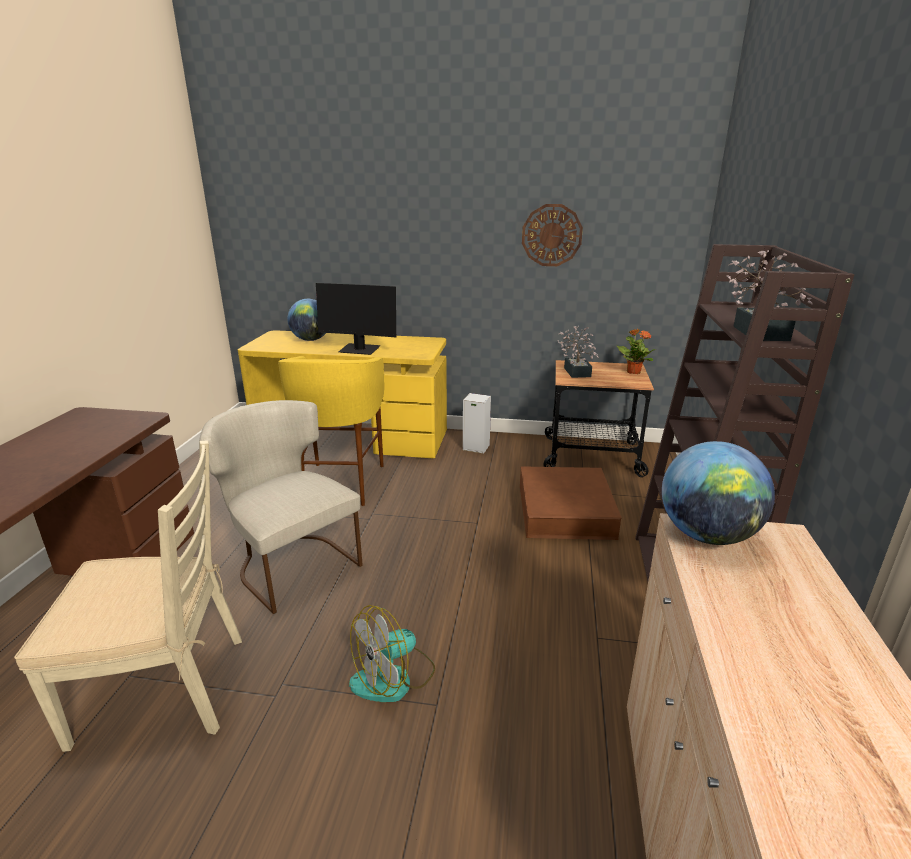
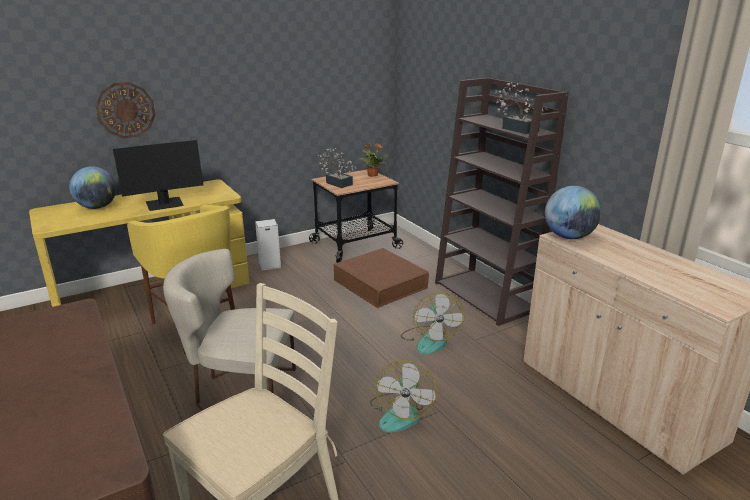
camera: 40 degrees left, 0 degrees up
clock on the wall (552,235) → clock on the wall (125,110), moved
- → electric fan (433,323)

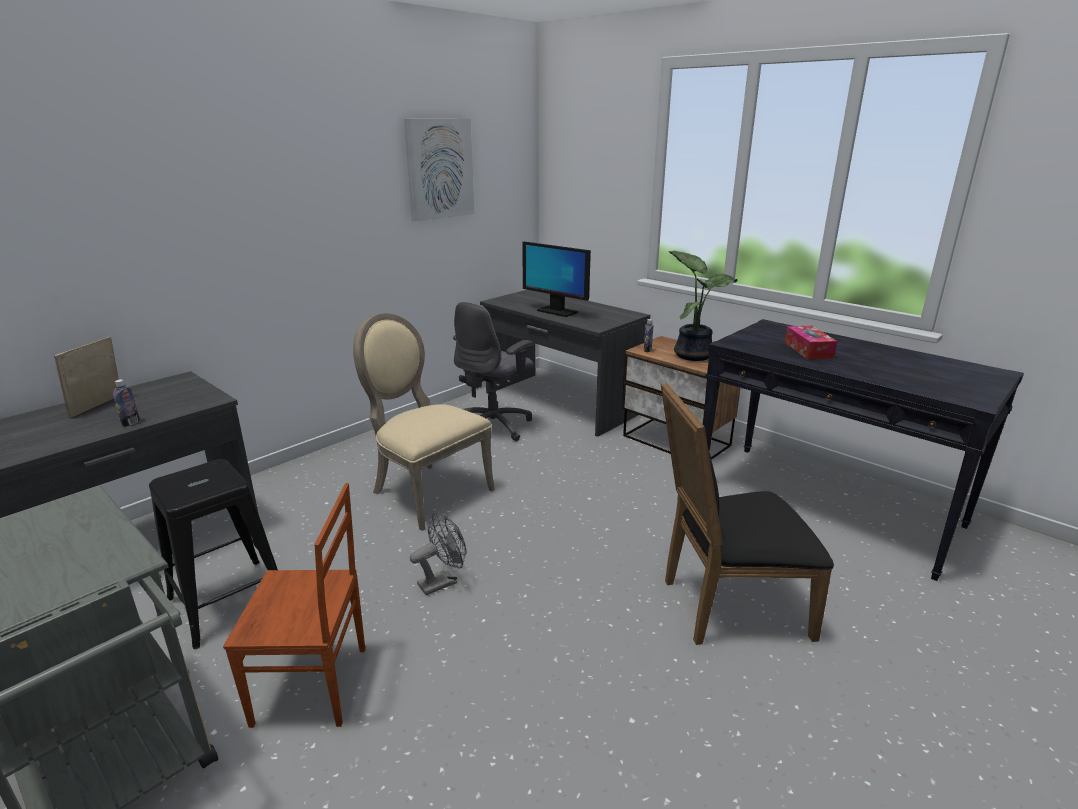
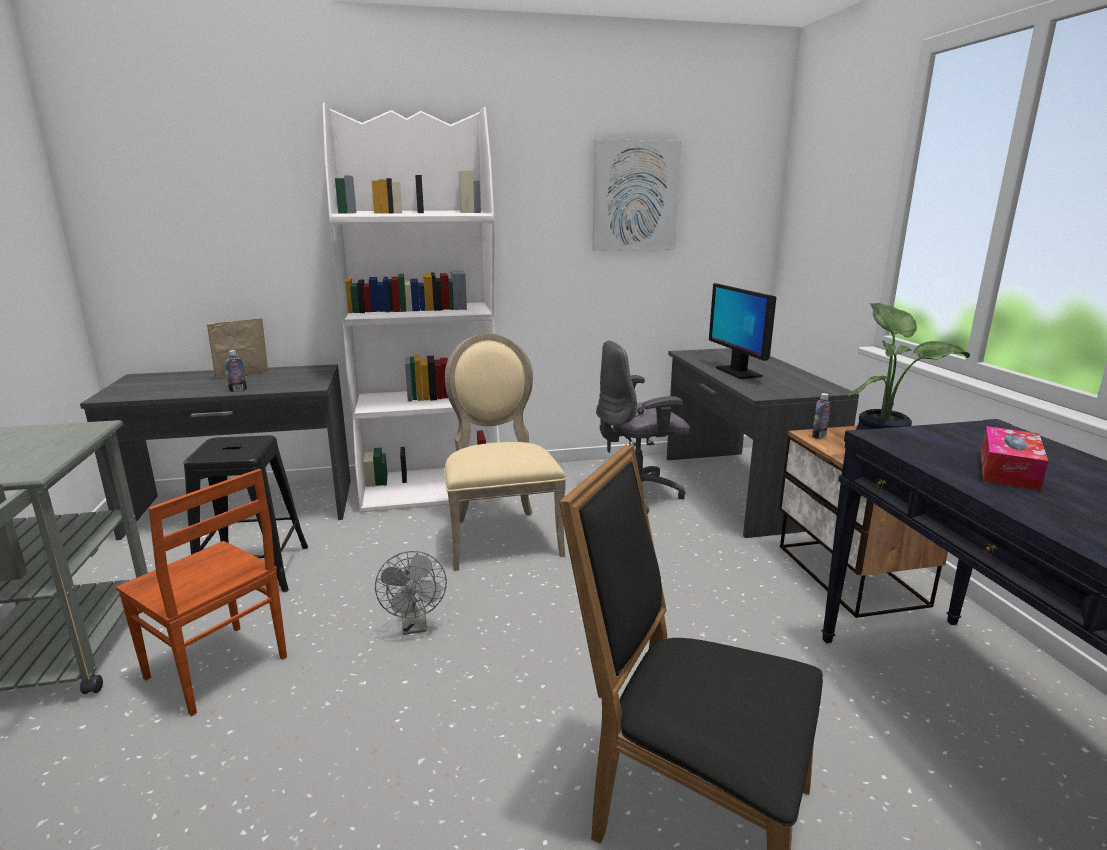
camera: 35 degrees right, 5 degrees down
- → white bookshelf (412,307)
gray electric fan (438,554) → gray electric fan (411,593), 75 degrees clockwise

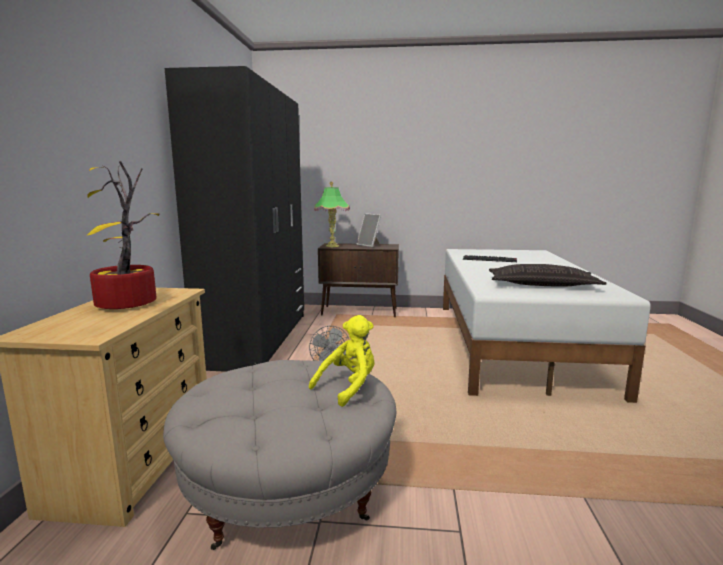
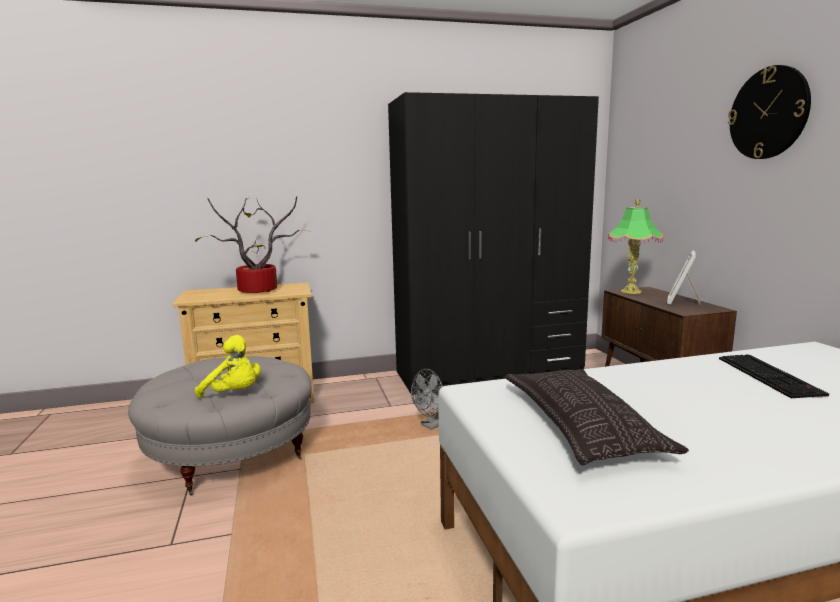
camera: 70 degrees right, 0 degrees up
- → clock on the wall (769,112)

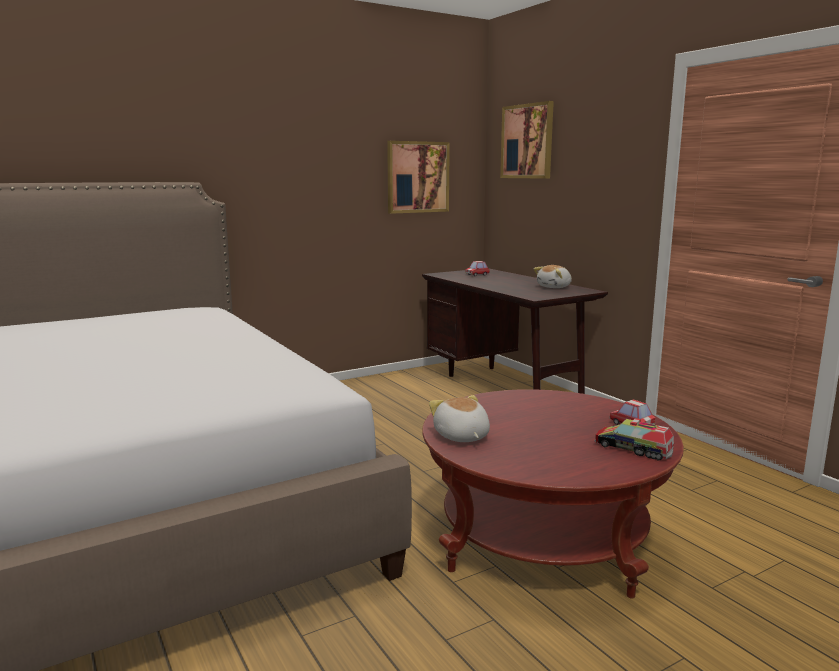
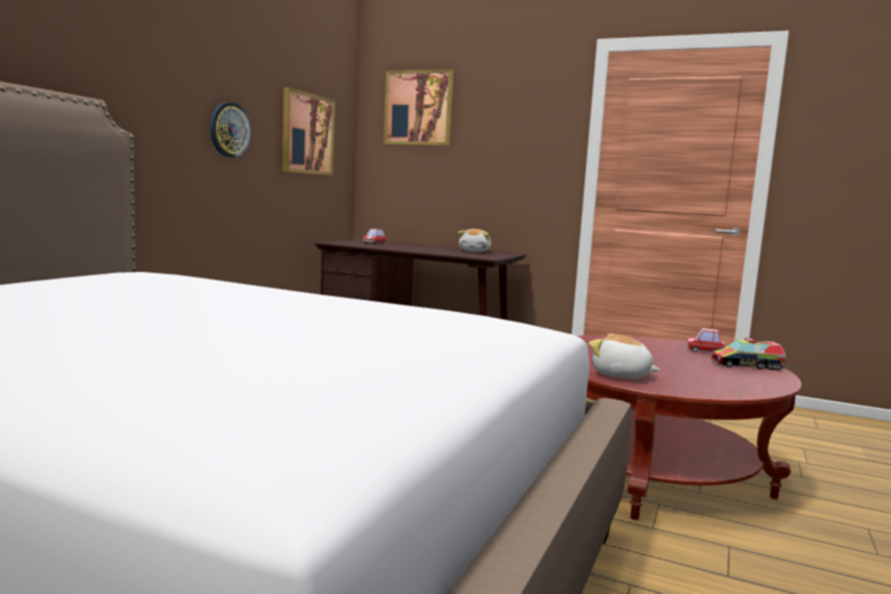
camera: 35 degrees left, 5 degrees down
- → clock on the wall (230,130)

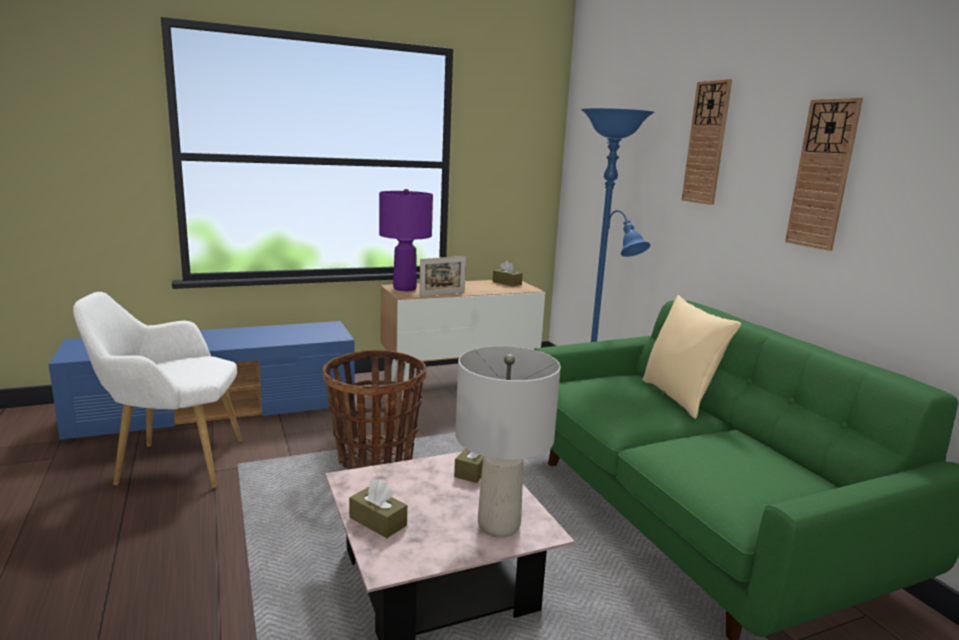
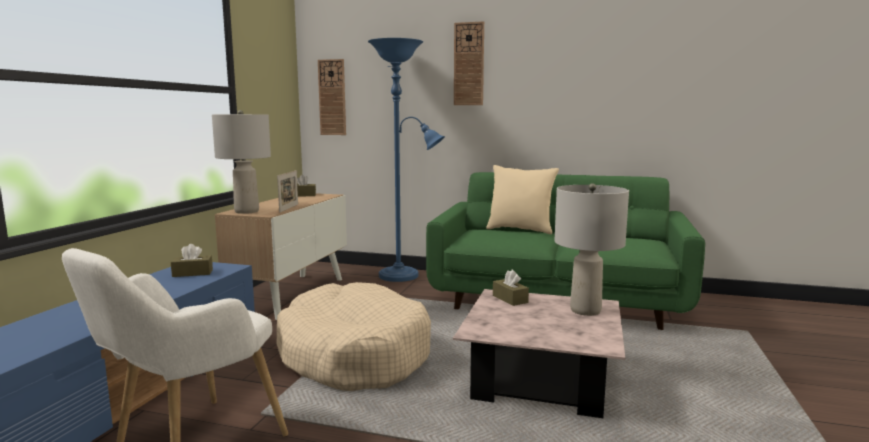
camera: 50 degrees left, 5 degrees down
brown-coloured box of tissues (378,509) → brown-coloured box of tissues (192,260), moved
purple-coloured tabletop lamp (406,240) → gray tabletop lamp (241,162)
storage basket (374,409) → beige-coloured pet bed (354,336)
clock on the wall (824,174) → clock on the wall (332,97), moved

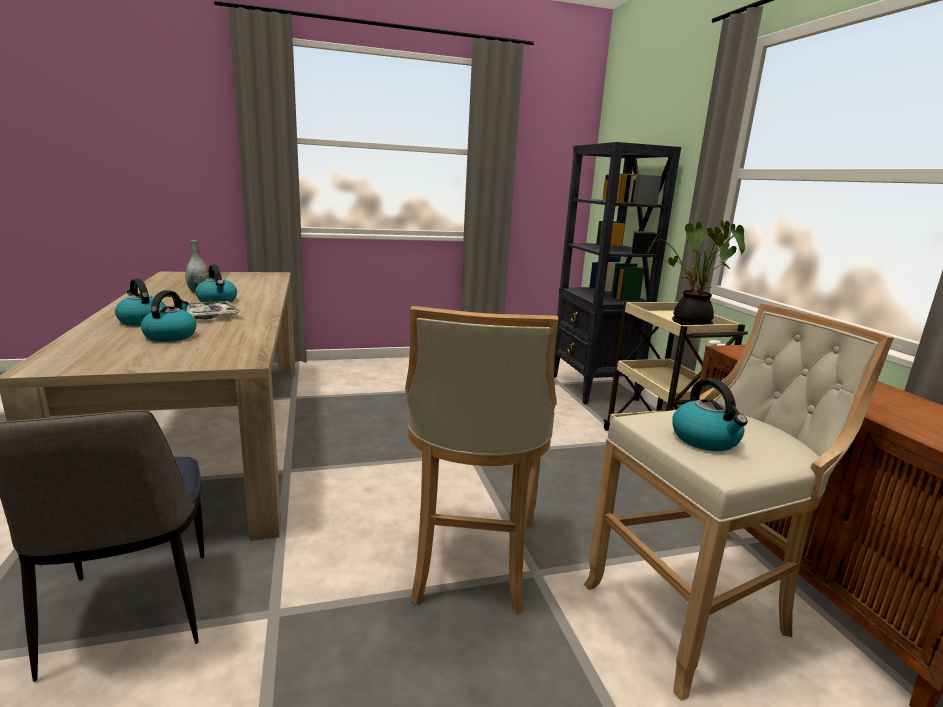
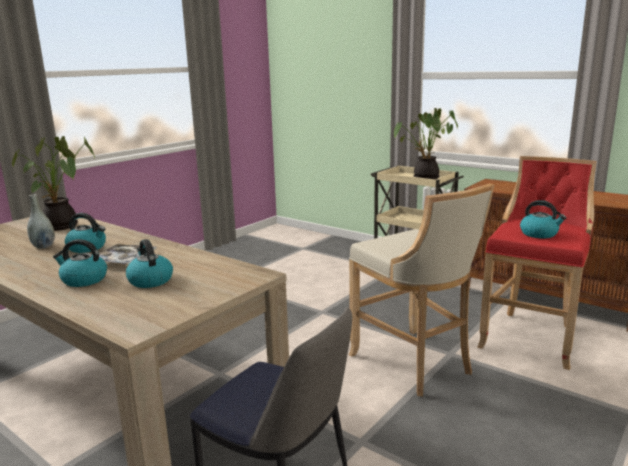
camera: 35 degrees left, 0 degrees up
- → houseplant (53,183)
beige-coloured stool (739,502) → red stool (537,263)
black-coloured bookshelf (617,273) → -

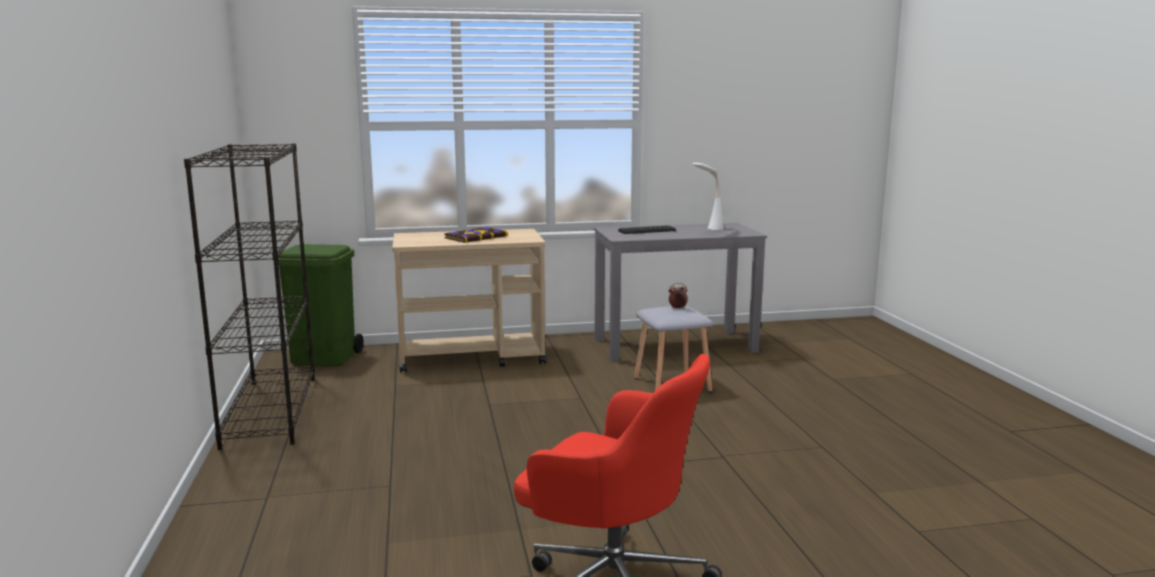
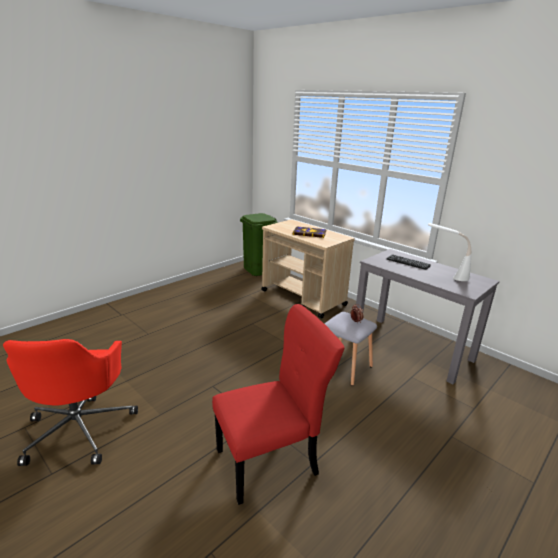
camera: 55 degrees right, 10 degrees up
- → red upright chair (278,404)
black-coloured bookshelf (249,296) → -

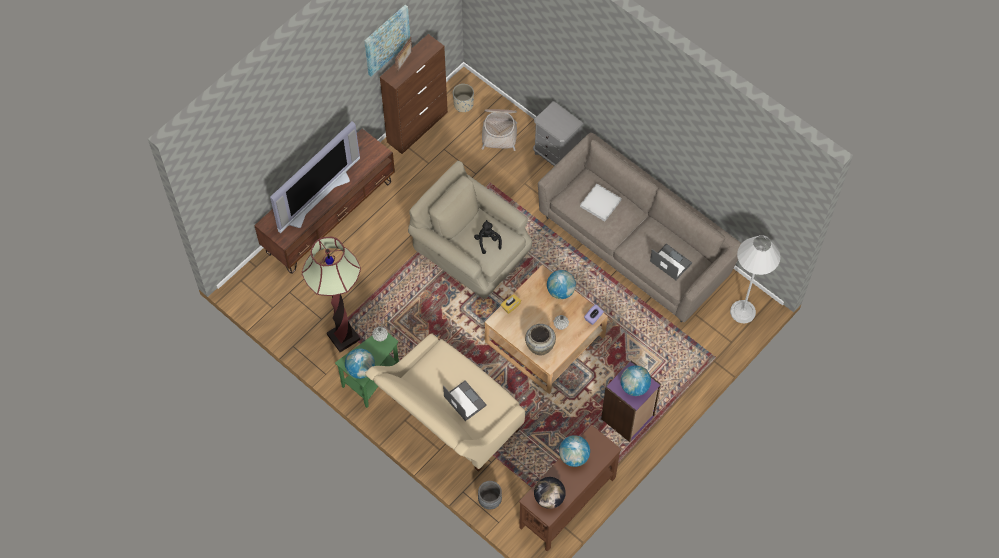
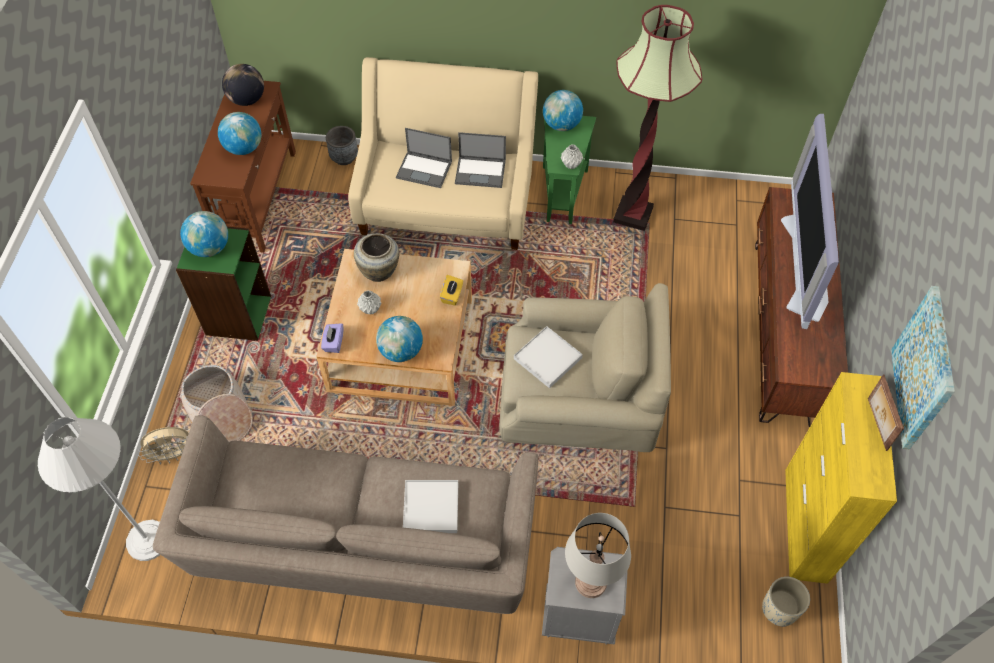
camera: 145 degrees right, 5 degrees down
- → beige-coloured electric fan (163,445)
purple-coloured bookshelf (631,401) → greenish bookshelf (223,284)
storage basket (499,130) → storage basket (216,403), moved
portable computer (671,262) → portable computer (480,160), moved
black-coloured soft toy (488,237) → white serving tray (548,357)
- → gray tabletop lamp (598,555)
brown-coloured cabinet (414,94) → yellow cabinet (841,478)

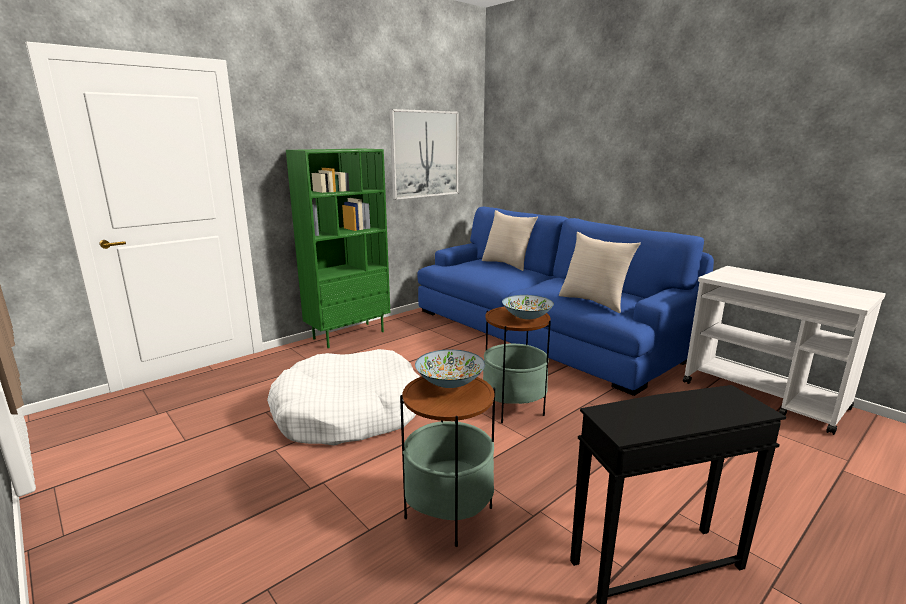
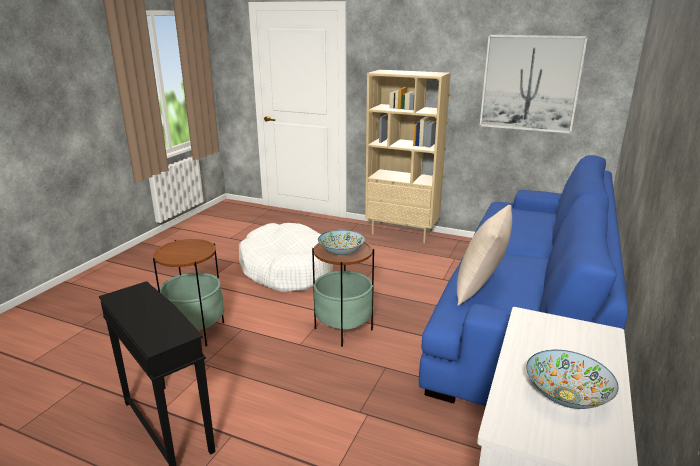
camera: 65 degrees right, 5 degrees up
greenish bookshelf (338,248) → beige-coloured bookshelf (408,156)
serving bowl (450,368) → serving bowl (572,379), moved
beige-coloured throw pillow (510,240) → -

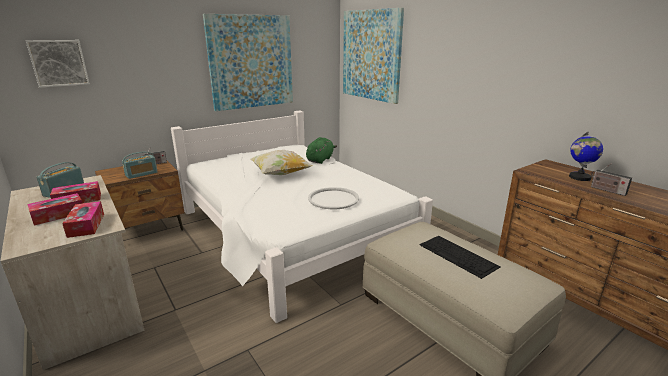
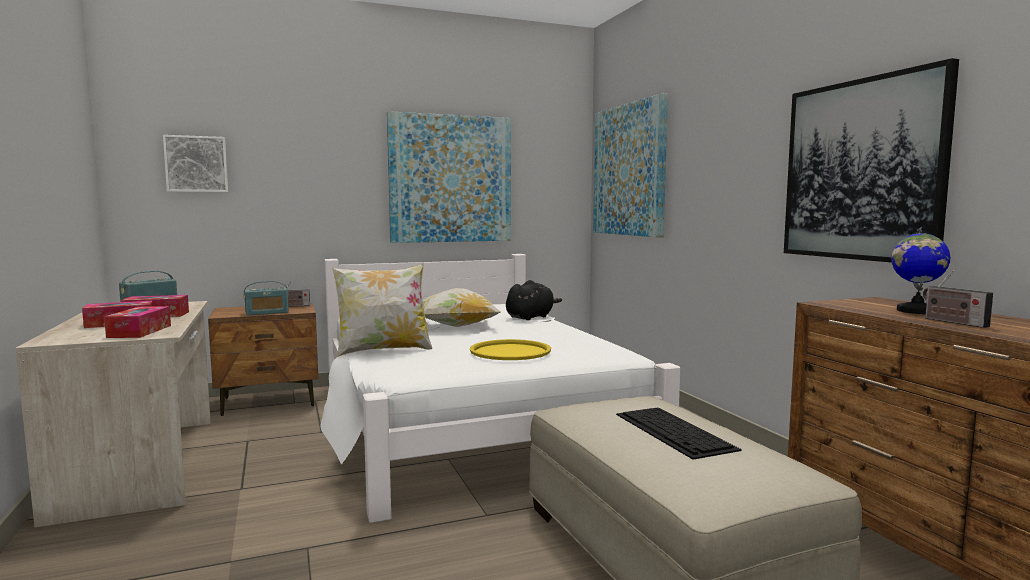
camera: 15 degrees right, 15 degrees down
- → throw pillow (382,310)
white serving tray (333,198) → yellow serving tray (510,349)
greenish soft toy (321,150) → black-coloured soft toy (534,300)
- → picture (871,160)

